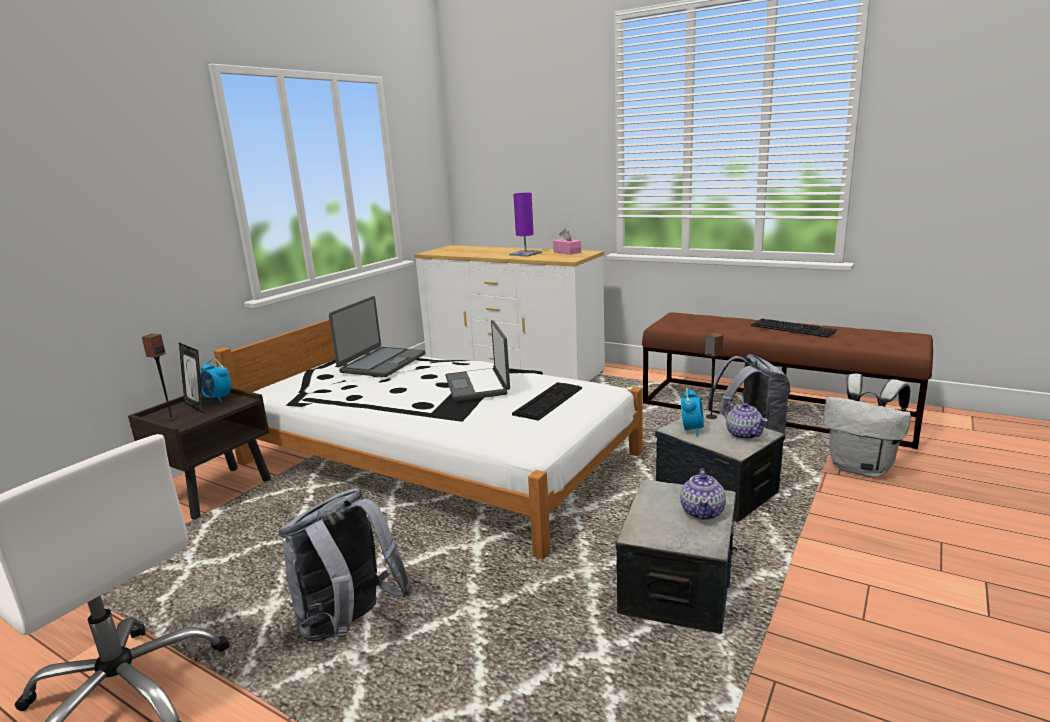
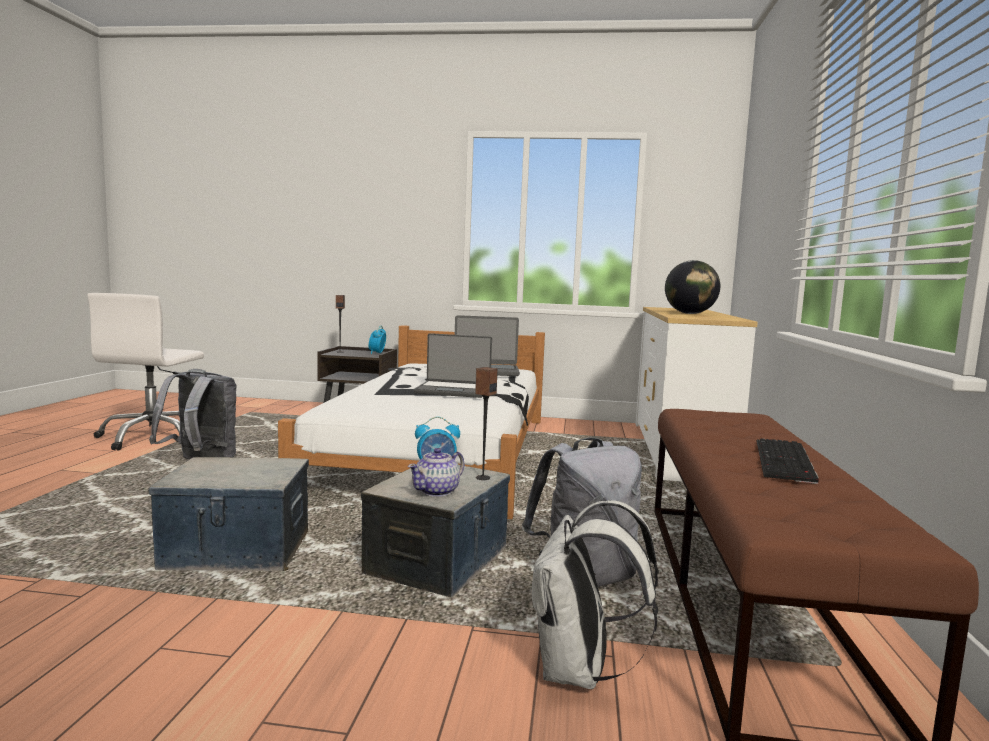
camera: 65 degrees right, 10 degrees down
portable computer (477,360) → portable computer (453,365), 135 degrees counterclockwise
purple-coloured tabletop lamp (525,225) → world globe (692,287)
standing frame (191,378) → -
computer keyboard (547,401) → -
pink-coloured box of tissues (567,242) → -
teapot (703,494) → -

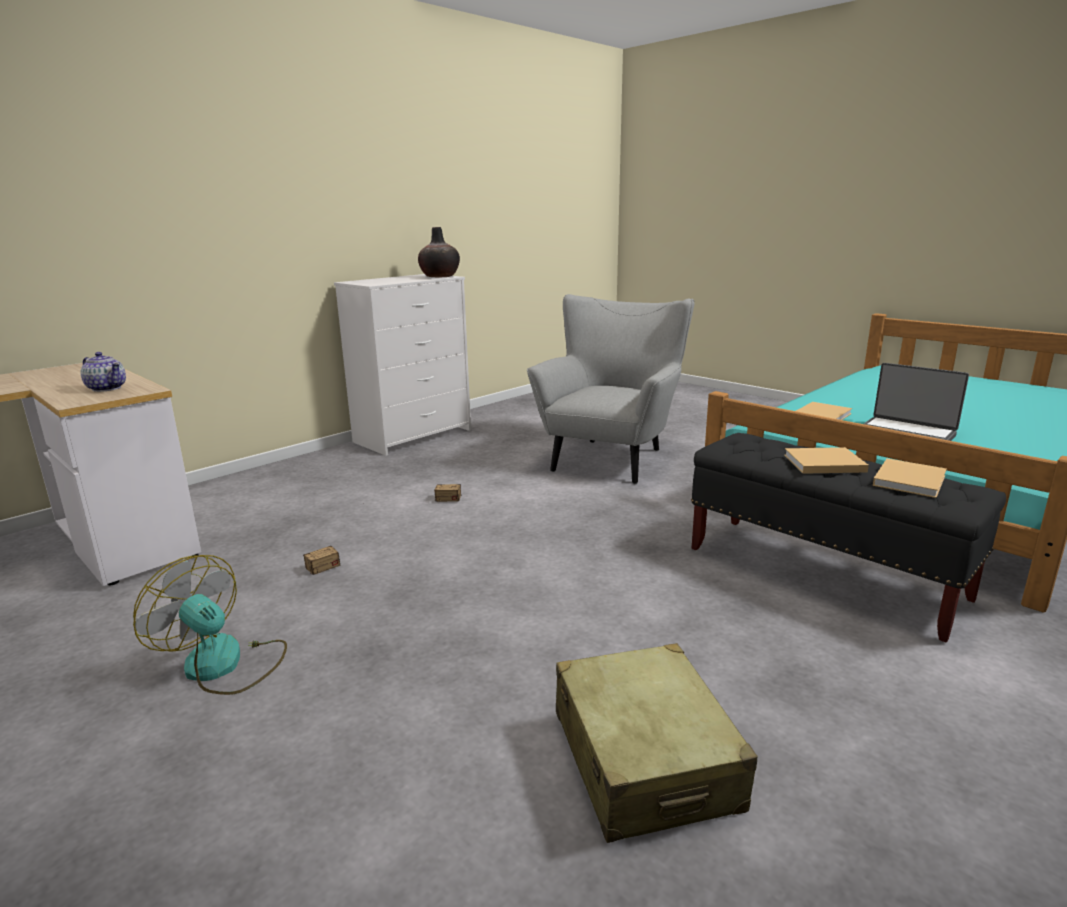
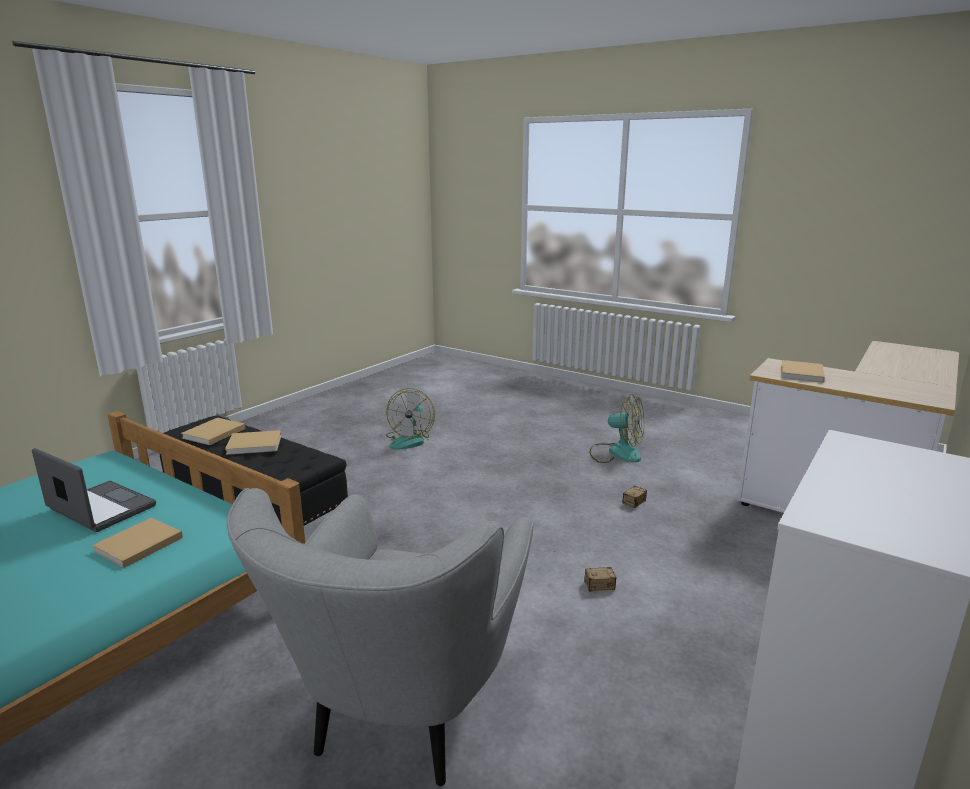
camera: 170 degrees right, 0 degrees up
beige-coloured piece of luggage (657,743) → electric fan (410,418)
teapot (103,372) → beige-coloured book (803,371)
decorative vase (439,252) → -

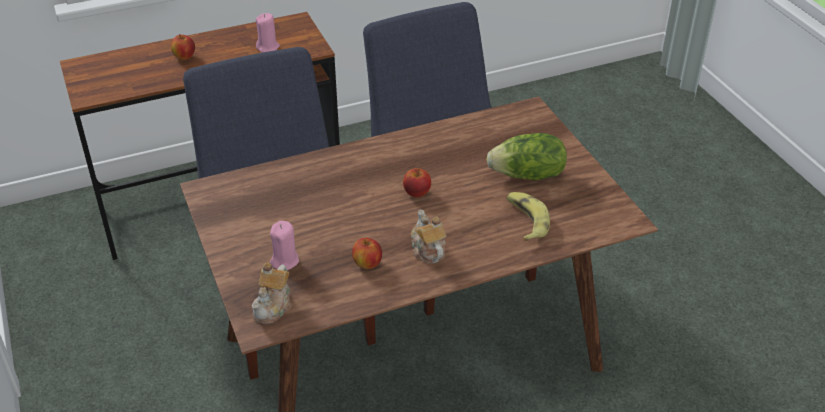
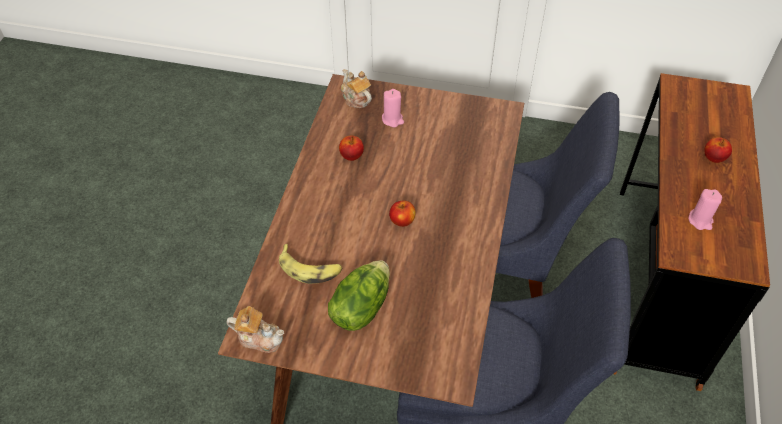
camera: 125 degrees right, 10 degrees up
teapot (429,236) → teapot (255,329), moved

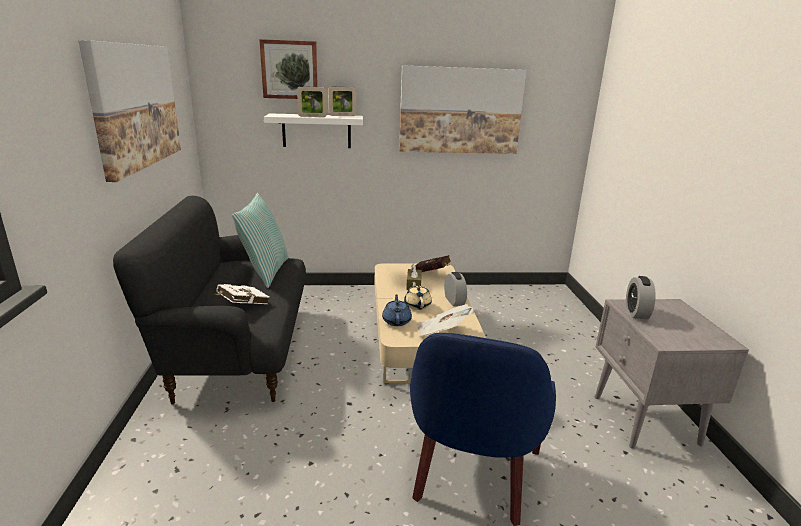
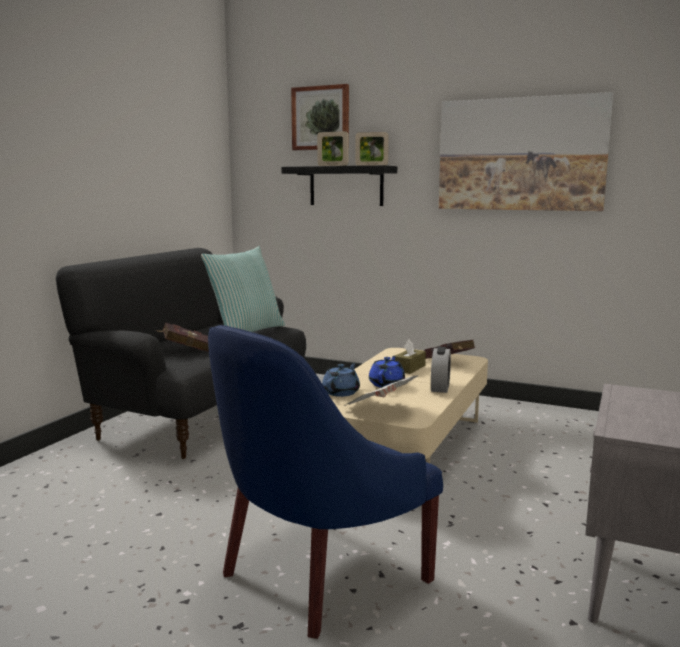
camera: 30 degrees right, 10 degrees down
white book (242,294) → red book (182,337)
white bracket shelf (313,130) → black-coloured bracket shelf (339,185)
beige-coloured teapot (418,295) → blue-coloured teapot (387,372)
picture (129,111) → -
alarm clock (641,298) → -

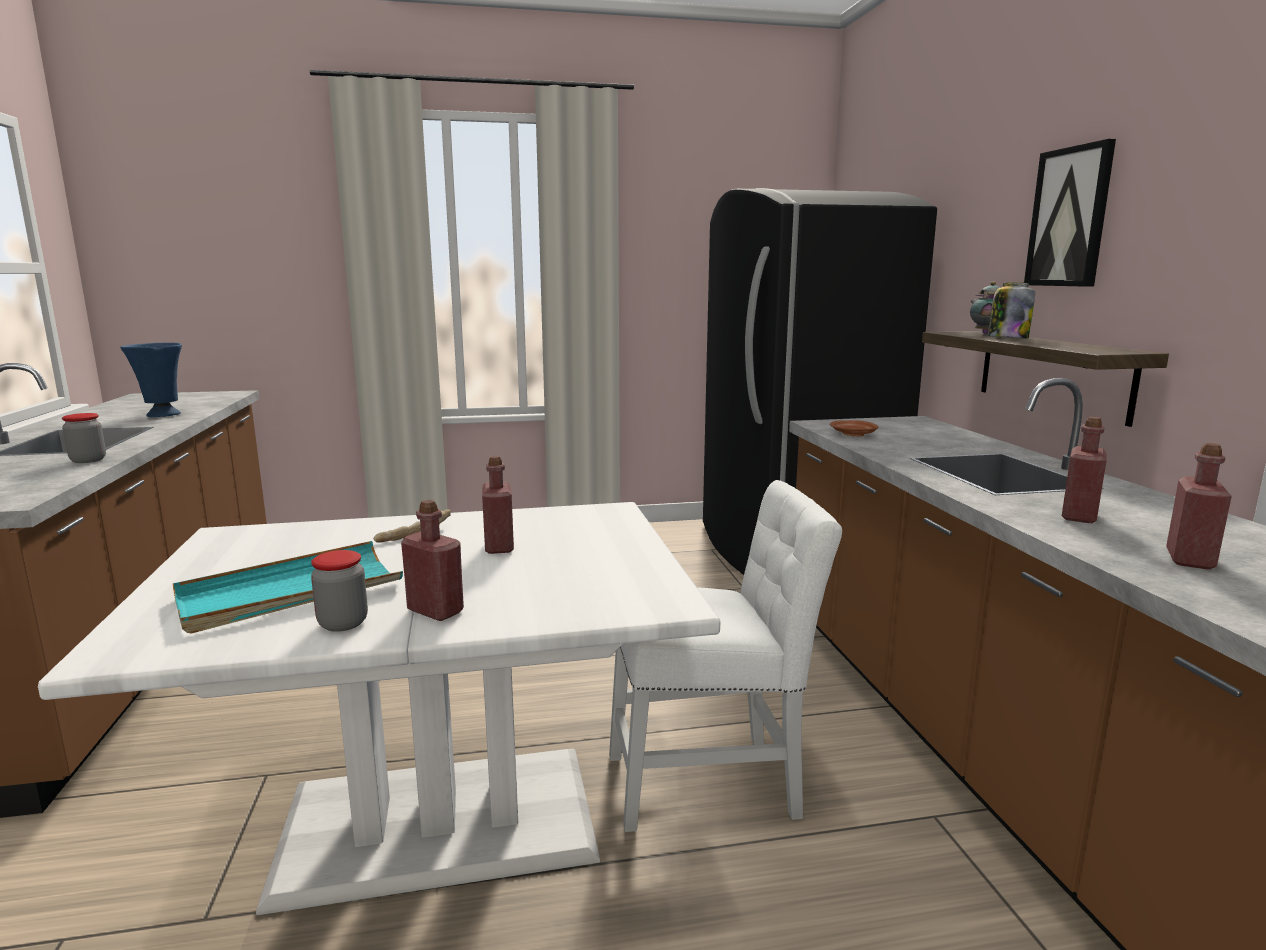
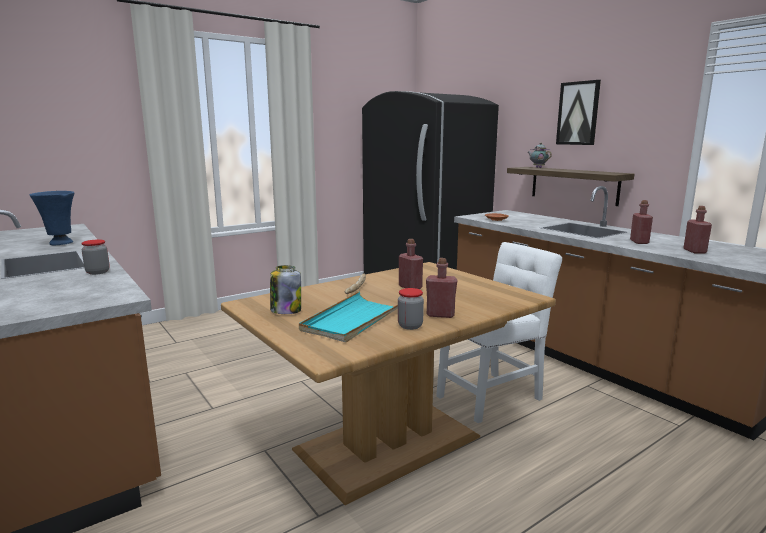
camera: 25 degrees left, 0 degrees up
white dinner table (379,708) → brown-coloured dinner table (388,383)
jar (1011,310) → jar (285,289), moved

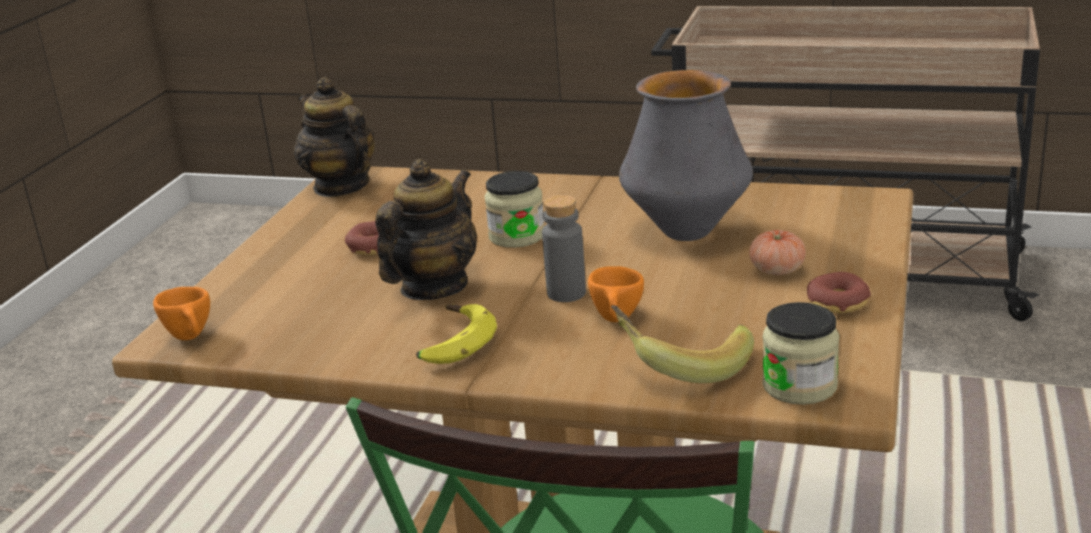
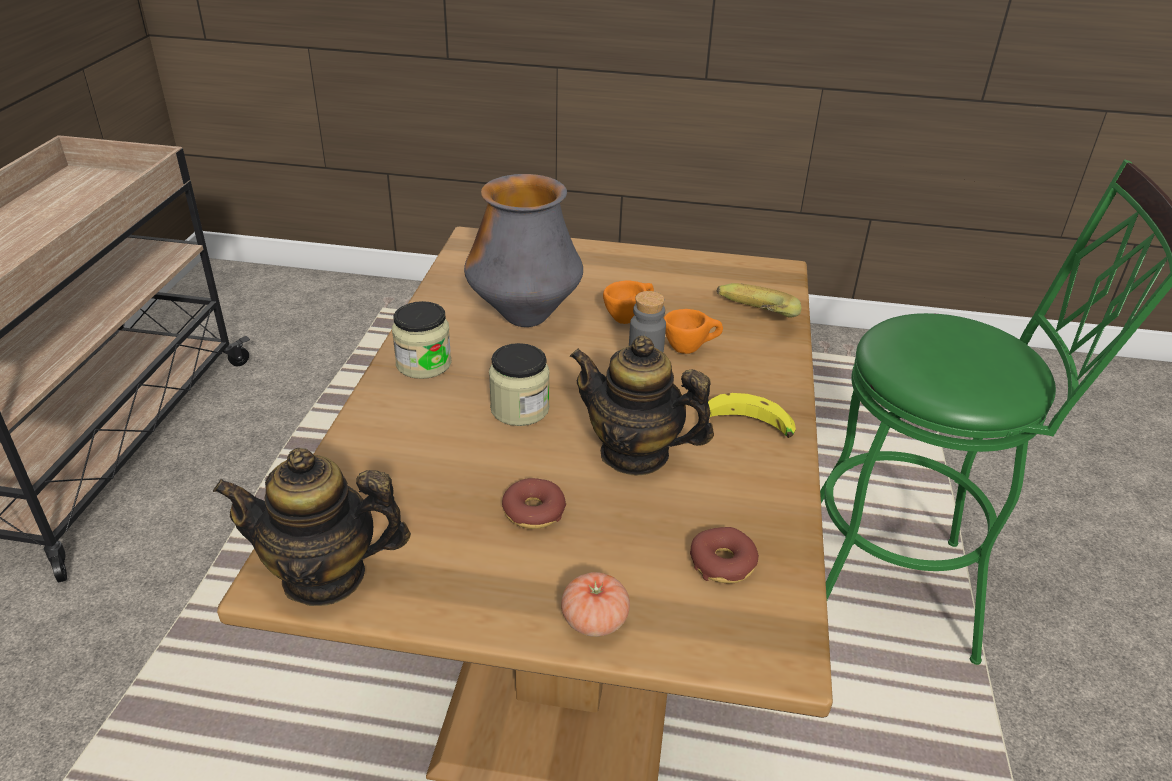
camera: 100 degrees left, 10 degrees up
teapot (334,137) → teapot (312,527), 45 degrees clockwise
jar (800,353) → jar (422,340), moved
whole tomato (777,252) → whole tomato (595,604), moved
orange-coloured drinking cup (181,313) → orange-coloured drinking cup (628,302), moved
ring doughnut (839,292) → ring doughnut (724,555), moved

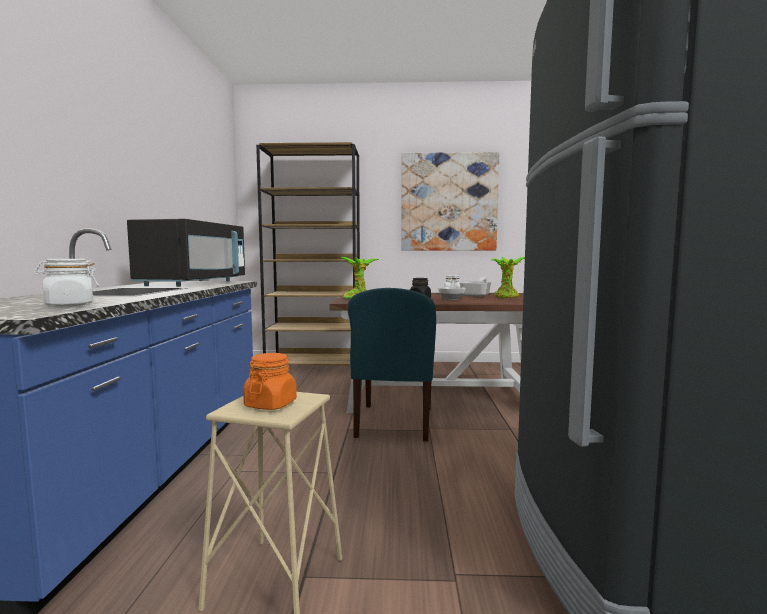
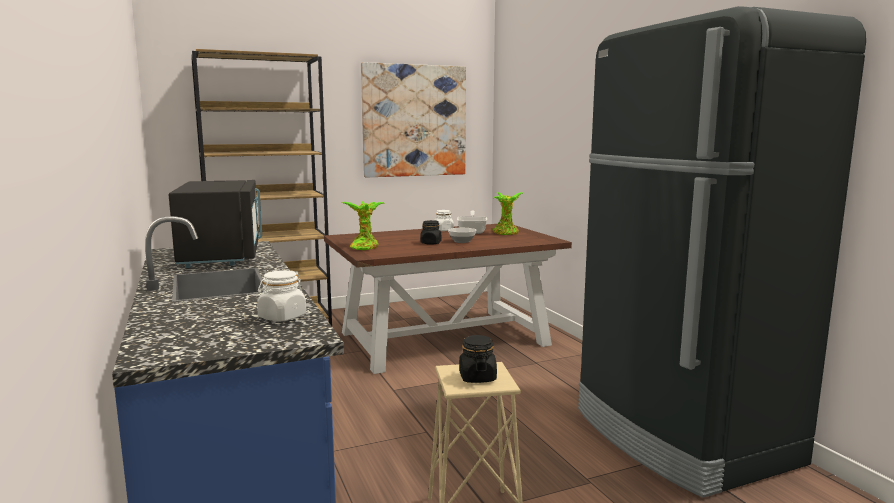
camera: 25 degrees left, 5 degrees up
orange-coloured jar (270,381) → black-coloured jar (478,359)
blue-coloured upright chair (391,365) → -

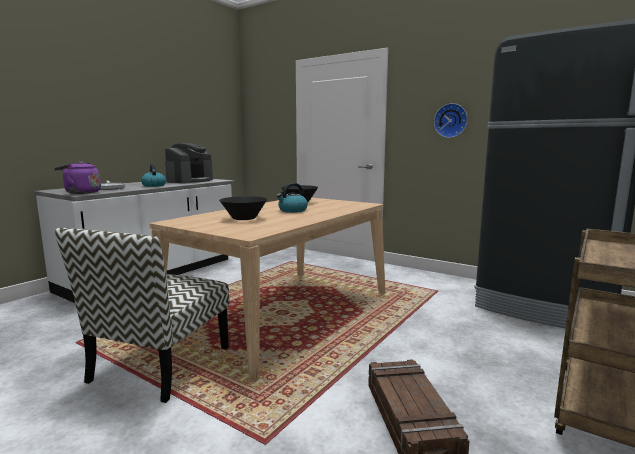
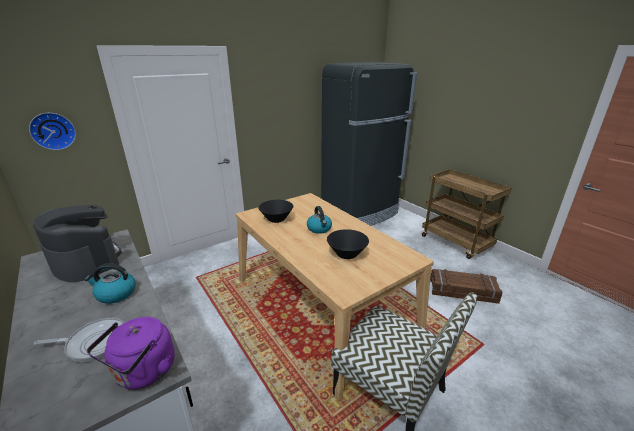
camera: 70 degrees left, 15 degrees up
clock on the wall (451,120) → clock on the wall (52,131), moved

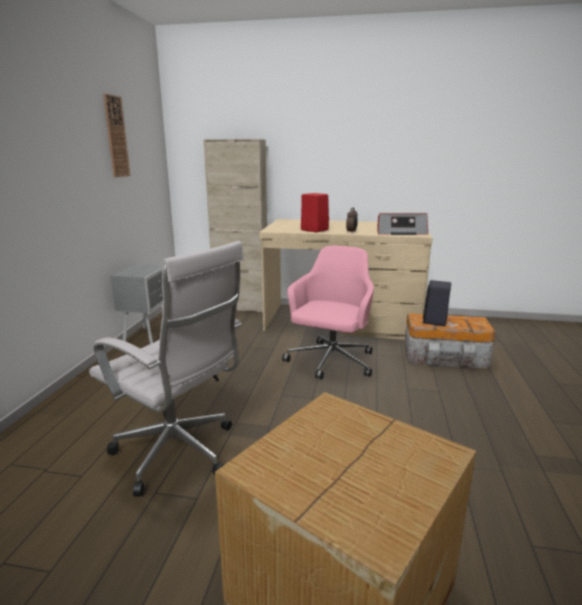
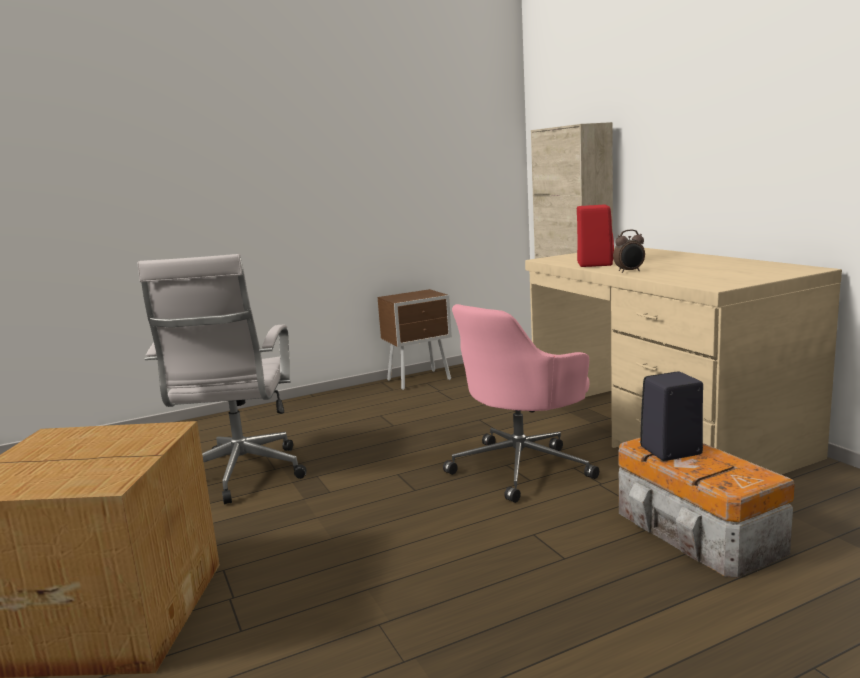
camera: 55 degrees right, 5 degrees down
gray bedside table (136,304) → brown-coloured bedside table (414,339)
pink-coloured computer chair (328,312) → pink-coloured computer chair (521,403), 150 degrees clockwise
clock on the wall (116,135) → -
radio set (402,224) → -

